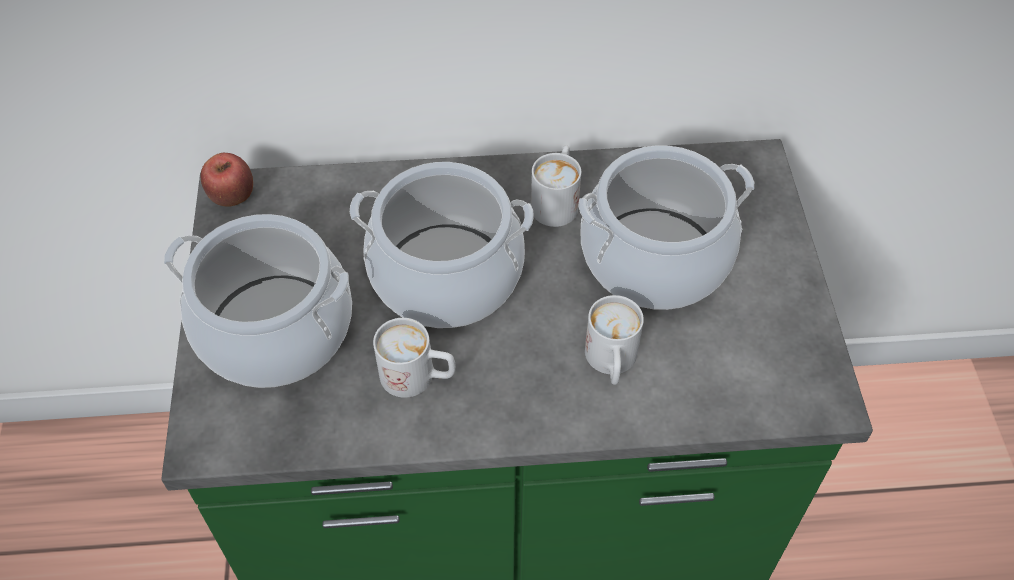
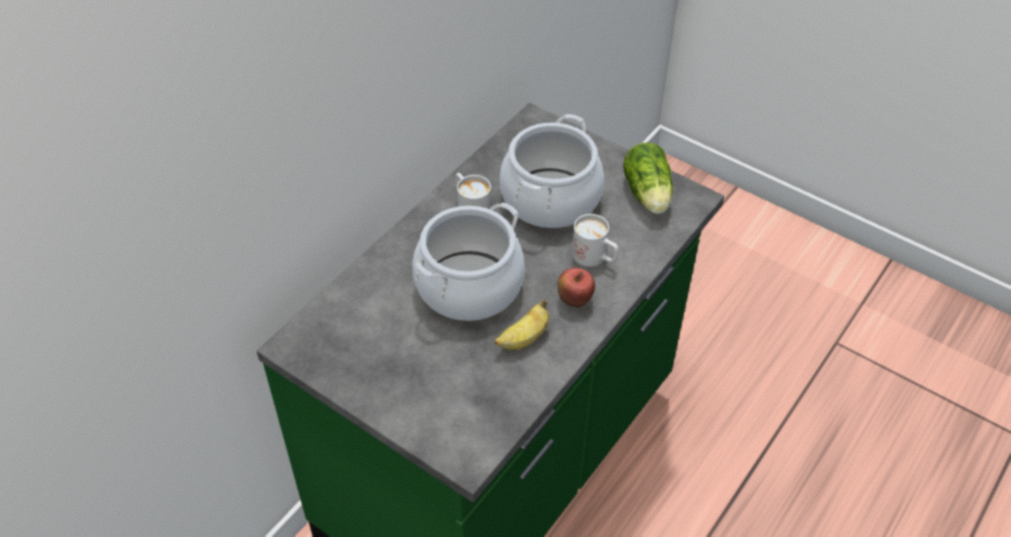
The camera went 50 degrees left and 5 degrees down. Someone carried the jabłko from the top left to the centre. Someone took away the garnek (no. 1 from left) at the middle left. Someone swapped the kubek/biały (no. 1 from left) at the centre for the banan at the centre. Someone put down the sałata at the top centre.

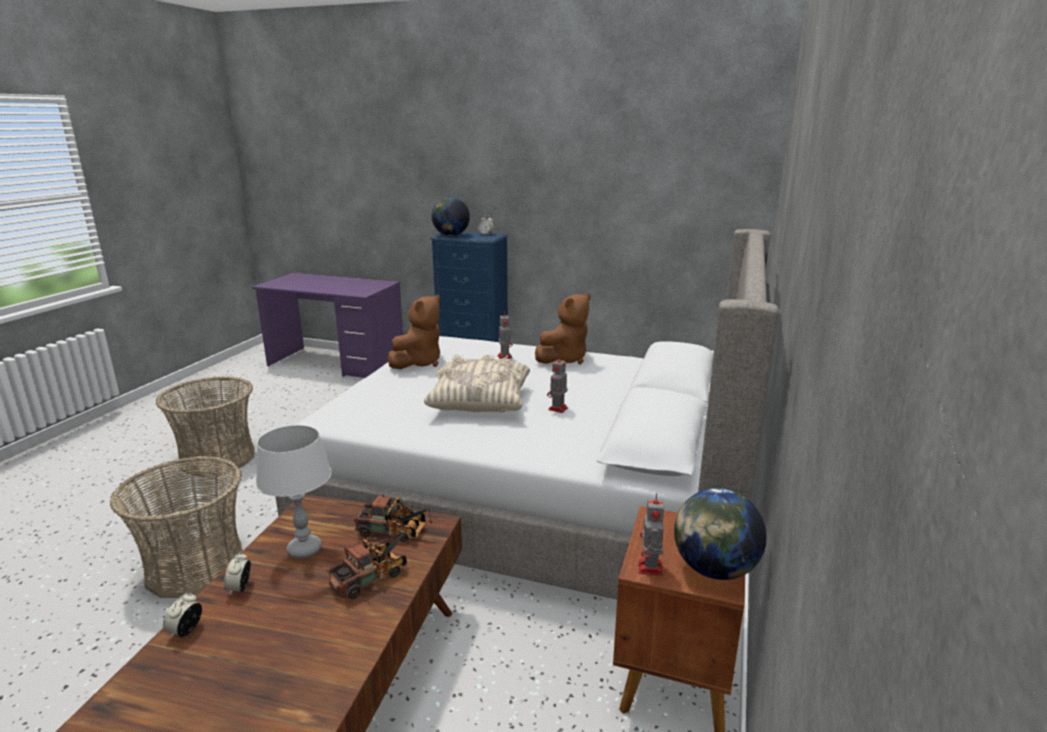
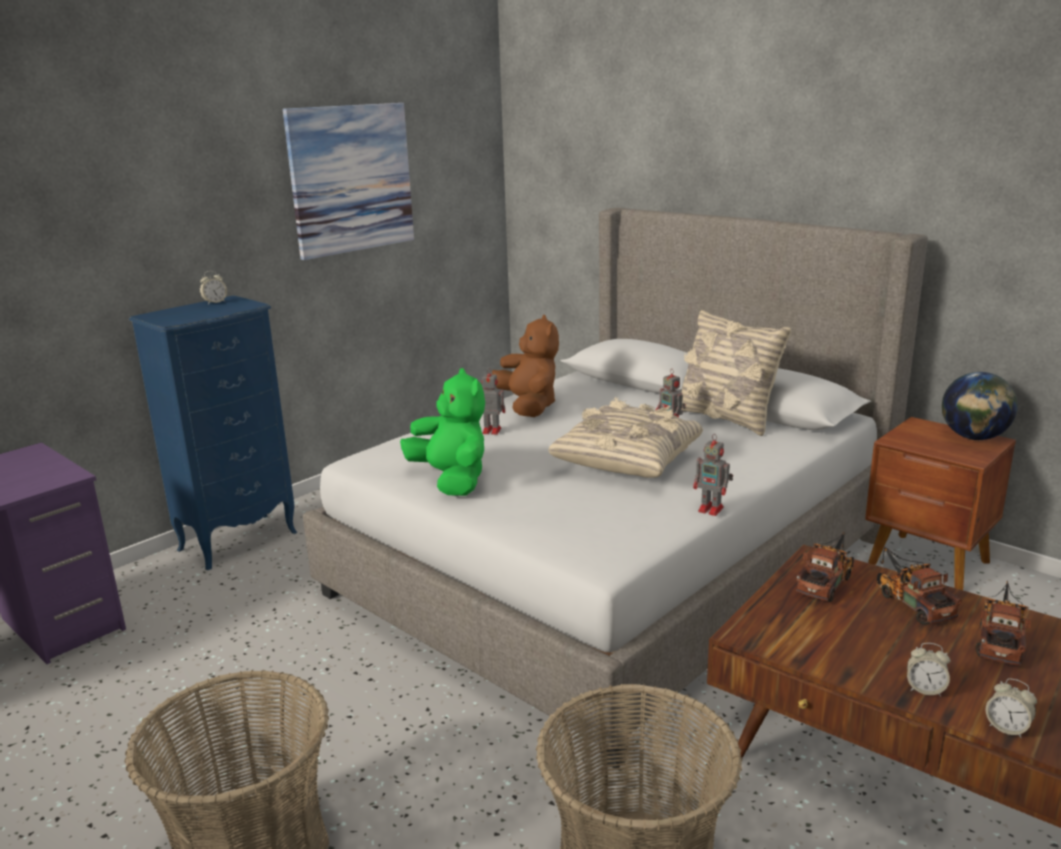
The camera went 65 degrees left and 0 degrees up. Someone took away the globus (no. 1 from left) at the top centre. Someone repainted the pluszak/brązowy (no. 1 from left) at the centre, which became the pluszak/zielony at the centre. Someone took away the lampa stołowa/szary at the bottom left. Someone carried the robot zabawkowy (no. 3 from left) from the bottom centre to the middle right. Someone put up the obraz at the top left. Someone put down the poduszka/beżowy (no. 2 from left) at the middle right. Someone put down the ciężarówka zabawkowa (no. 3 from left) at the bottom right.

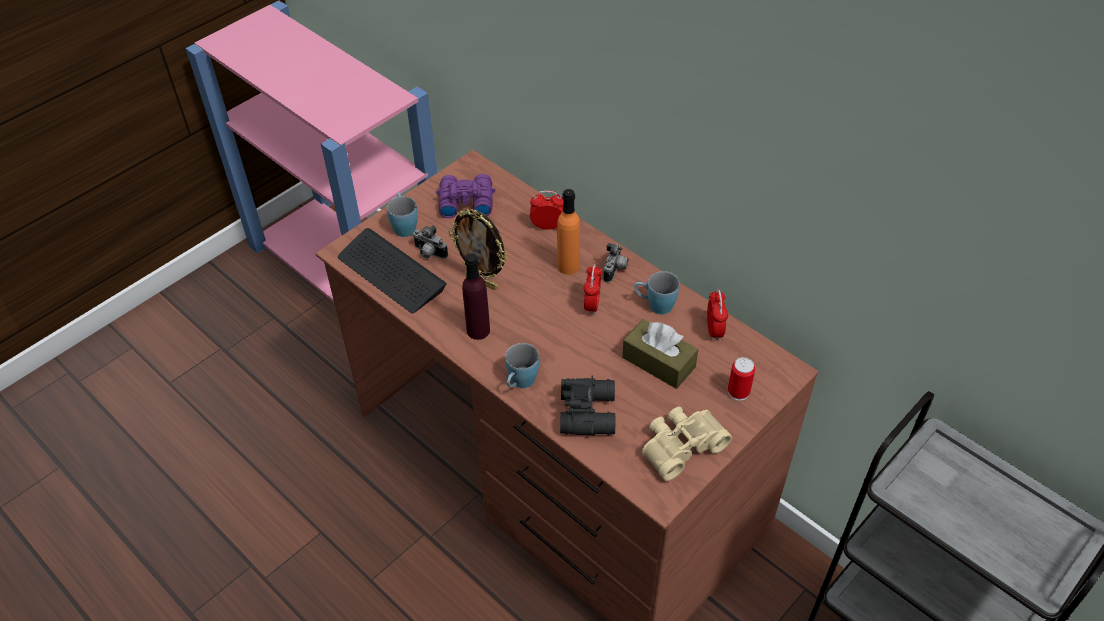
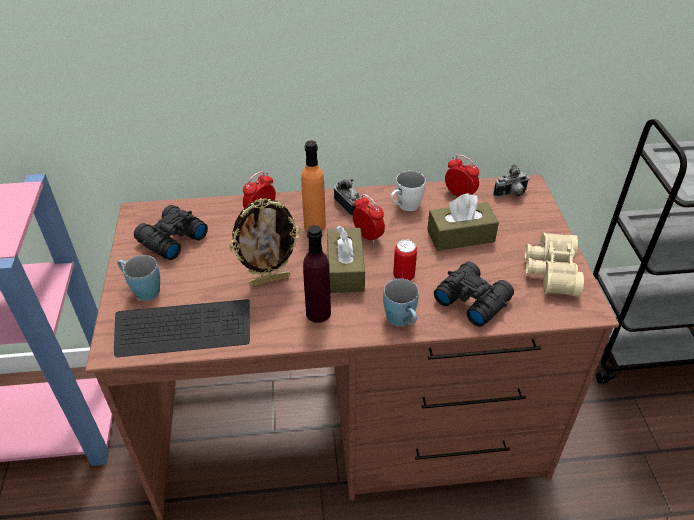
The camera went 50 degrees left and 5 degrees down. Someone repainted the lornetka/fioletowy at the top centre, which became the lornetka/czarny (no. 1 from left) at the middle left. Someone carried the aparat fotograficzny (no. 1 from left in the first image) from the centre to the middle right. Someone repainted the kubek/niebieski (no. 3 from left) at the centre, which became the kubek/biały at the centre. Someone carried the puszka from the middle right to the centre. Someone put down the pudełko chusteczek/brązowy (no. 1 from left) at the centre.

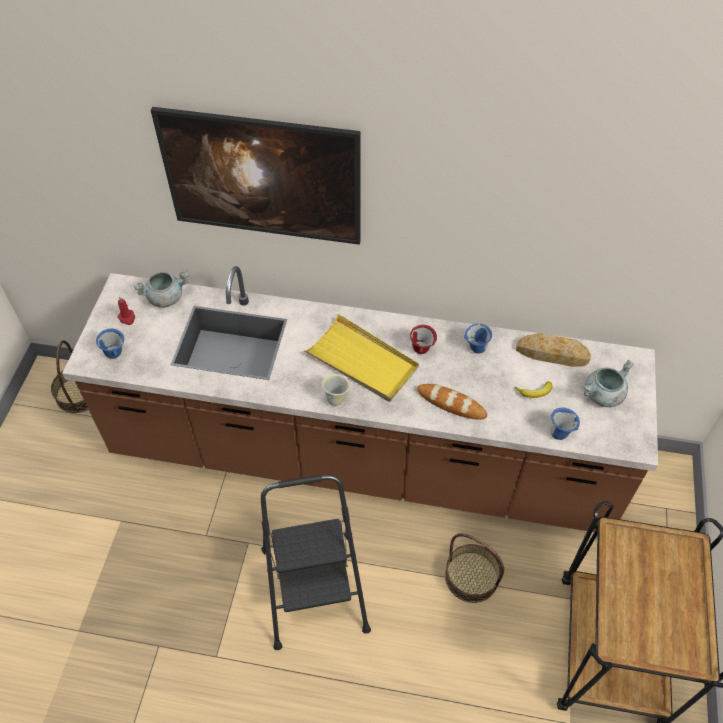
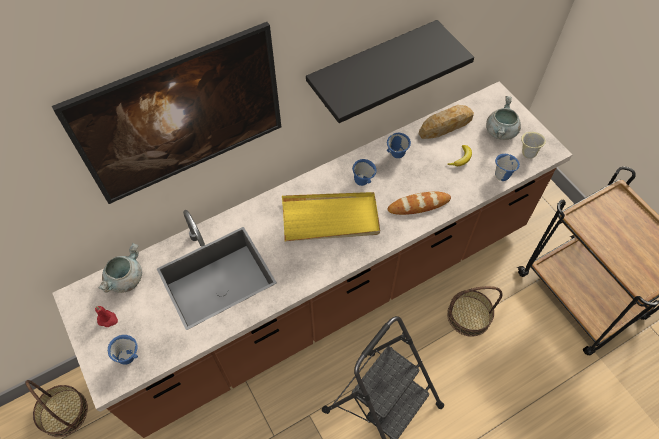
The camera went 40 degrees left and 5 degrees up. Someone repainted the kubek/czerwony at the centre, which became the kubek/niebieski (no. 2 from left) at the centre. Someone carried the kubek/beżowy from the centre to the top right. Someone put up the półka/czarny at the top centre.

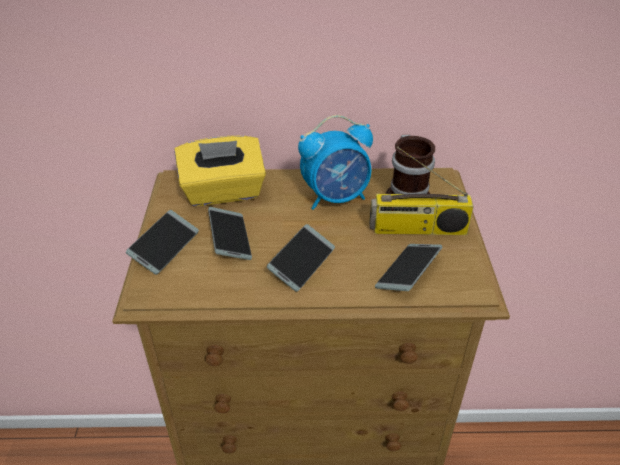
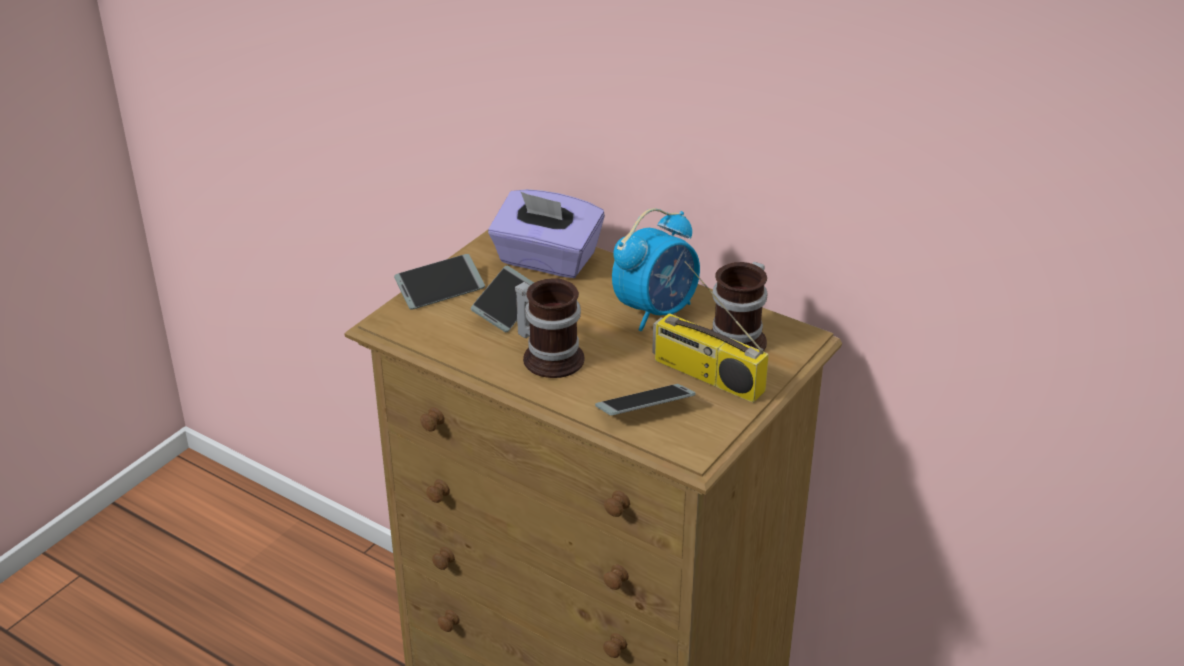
The camera went 35 degrees right and 5 degrees down. Someone rotated the budzik at the centre by 60 degrees counterclockwise. Someone repainted the pudełko chusteczek/żółty at the centre, which became the pudełko chusteczek/fioletowy at the centre. Someone swapped the telefon (no. 3 from left) at the centre for the kubek (no. 1 from left) at the centre.

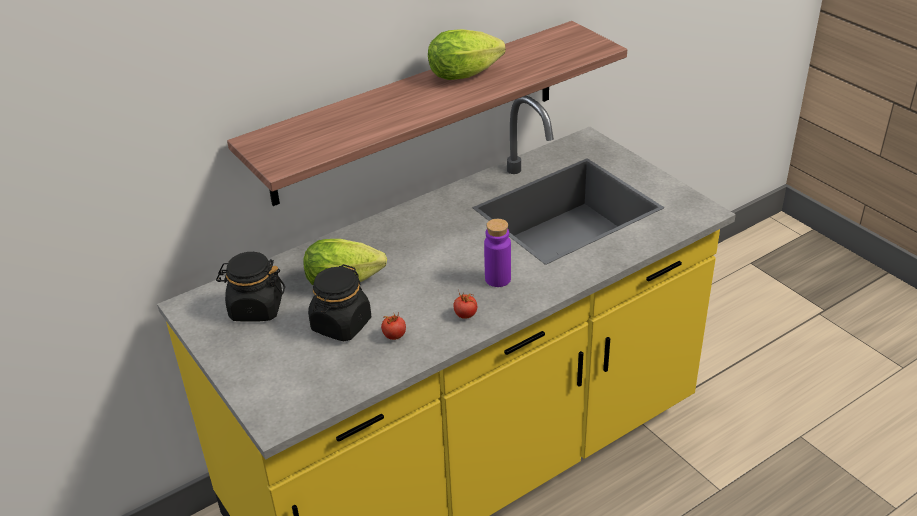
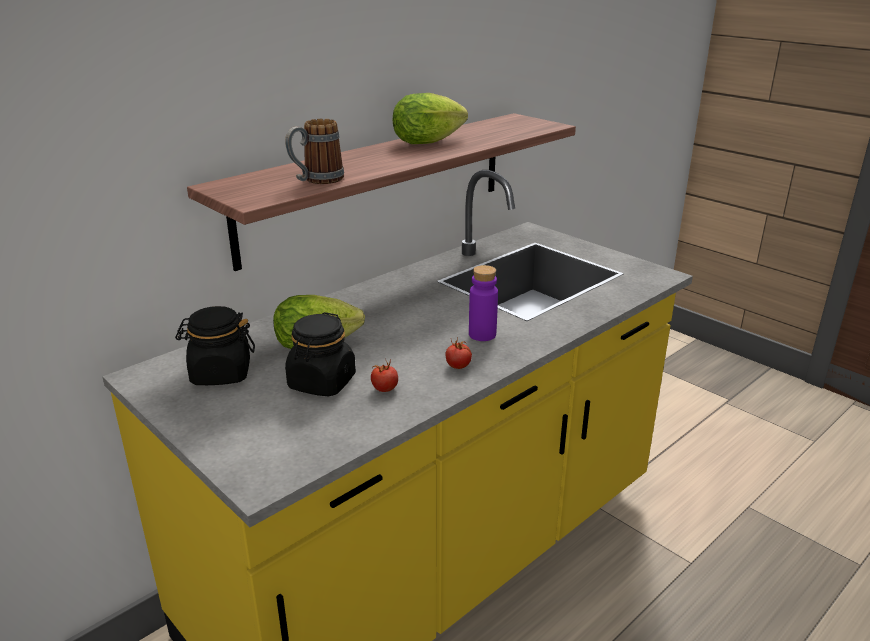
The camera went 10 degrees left and 10 degrees down. Someone put down the kubek at the top centre.

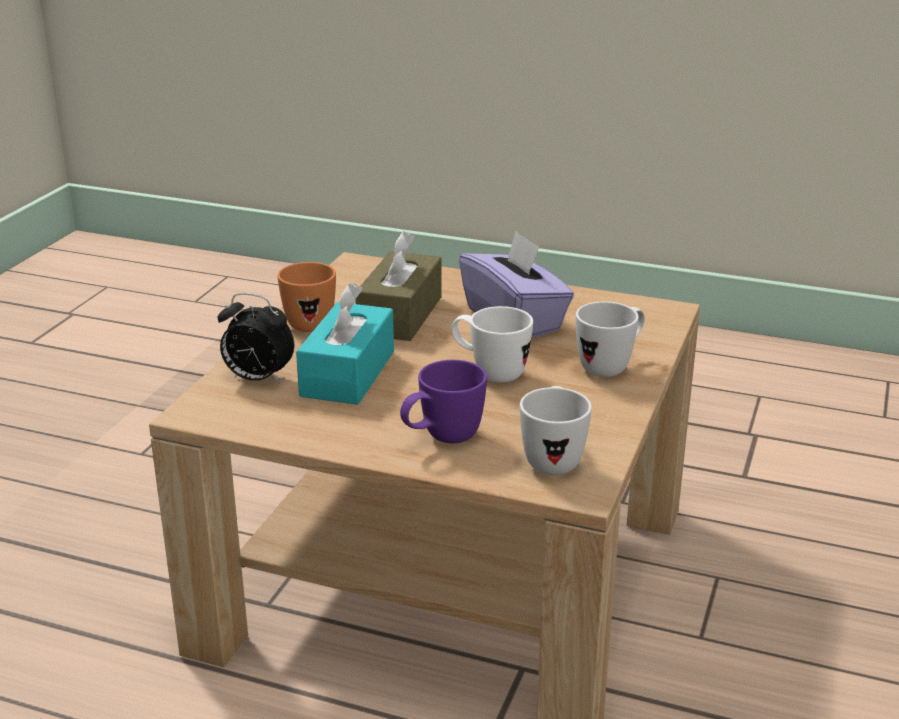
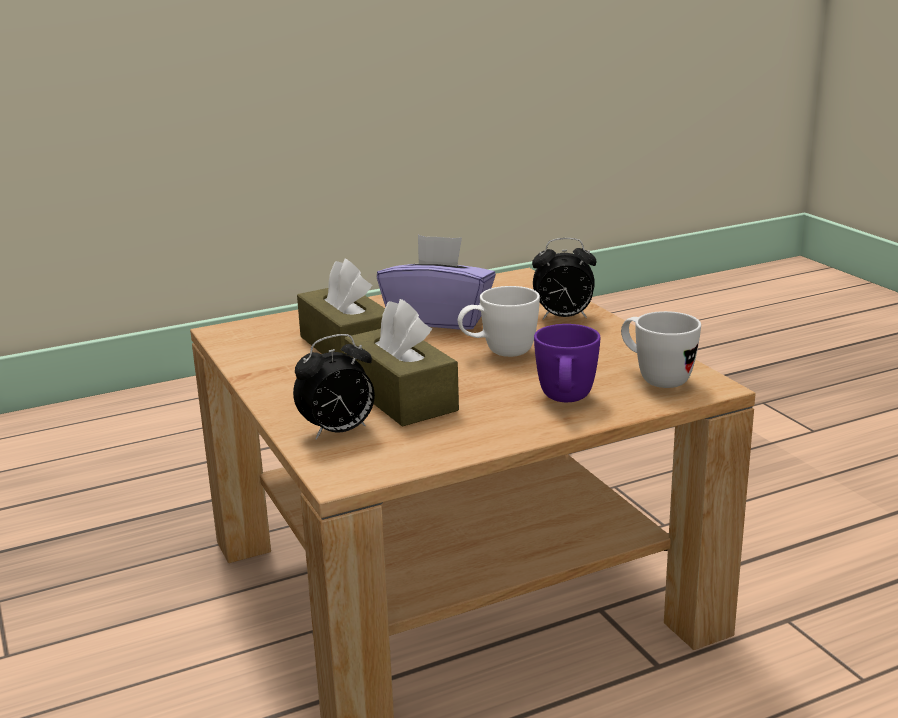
The camera went 45 degrees left and 5 degrees down. Someone took away the kubek/pomarańczowy at the centre. Someone repainted the pudełko chusteczek/turkusowy at the centre, which became the pudełko chusteczek/brązowy (no. 2 from left) at the centre. Someone swapped the kubek/biały (no. 3 from left) at the middle right for the budzik (no. 2 from left) at the centre.

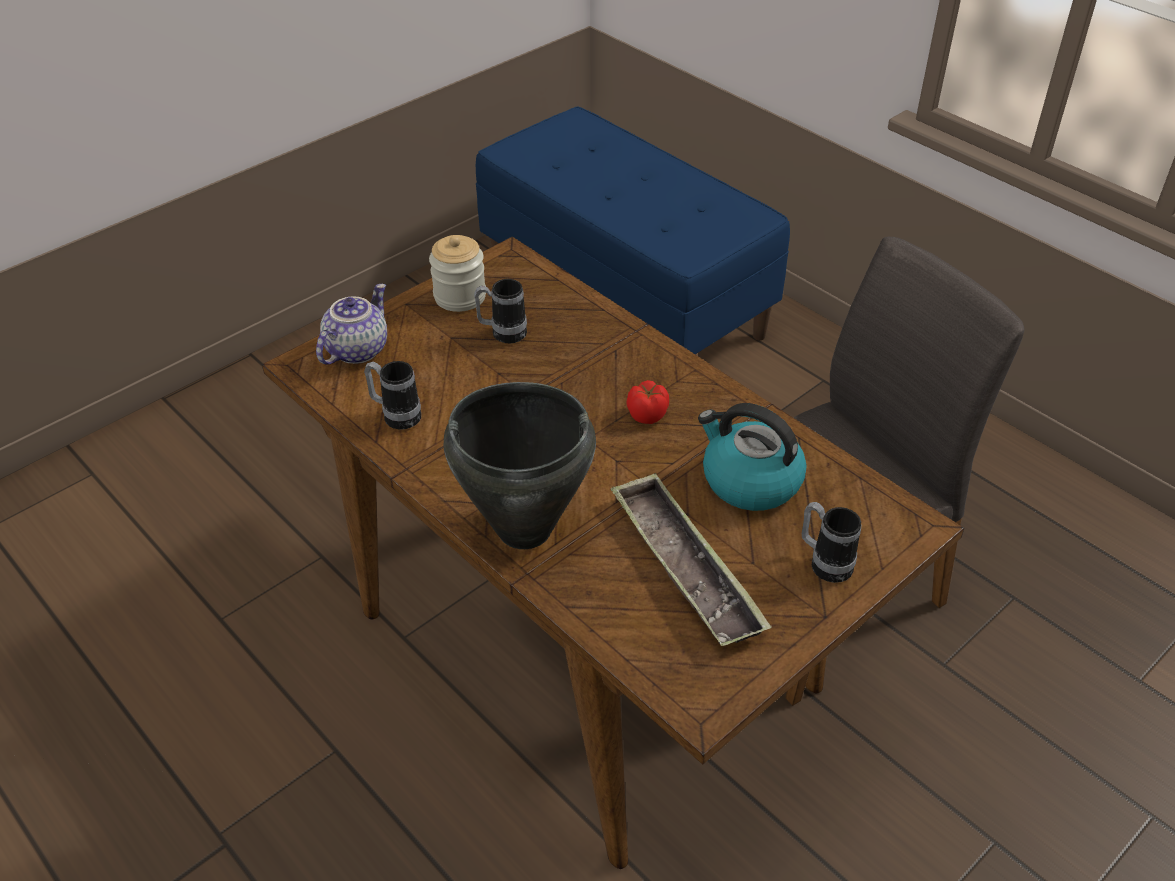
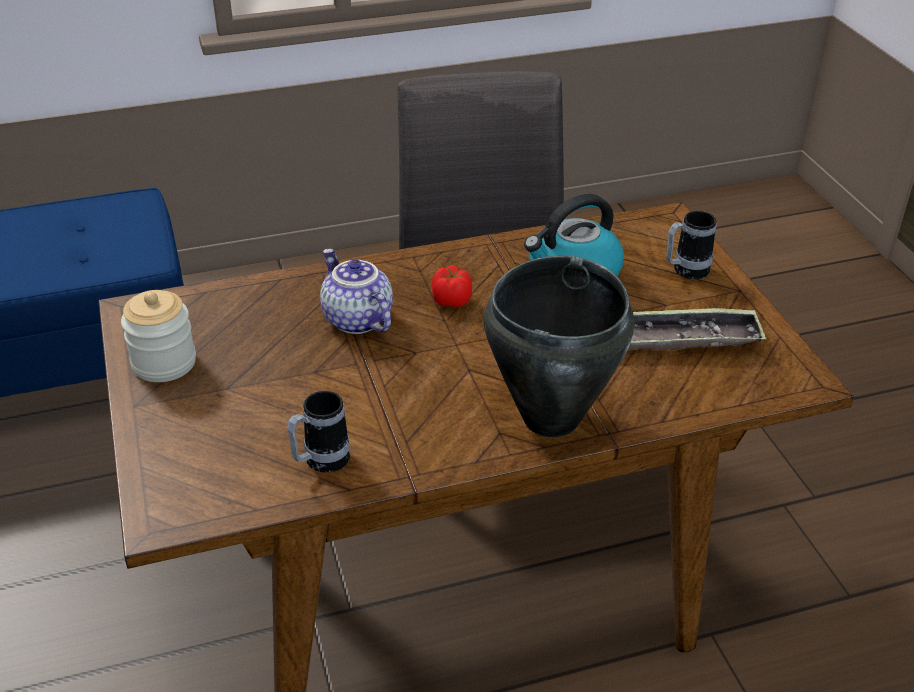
The camera went 65 degrees left and 5 degrees down. Someone took away the kubek (no. 2 from left) at the centre. Someone carried the imbryk from the middle left to the centre.

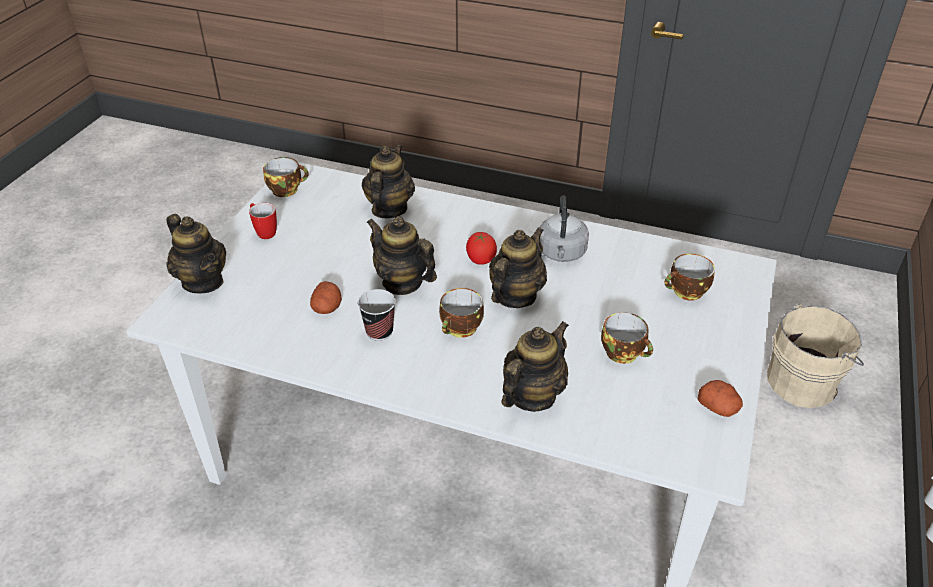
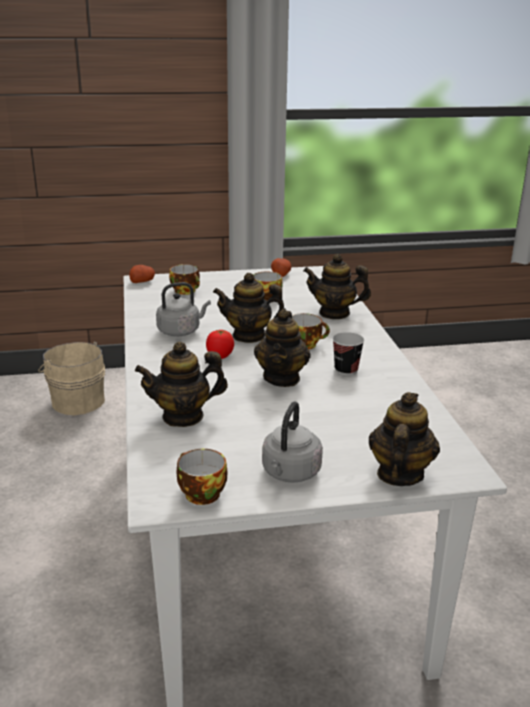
The camera went 120 degrees left and 15 degrees down. Someone swapped the kubek at the middle left for the czajnik/szary (no. 2 from left) at the centre. Someone carried the ziemniak (no. 1 from left) from the centre to the middle left.

